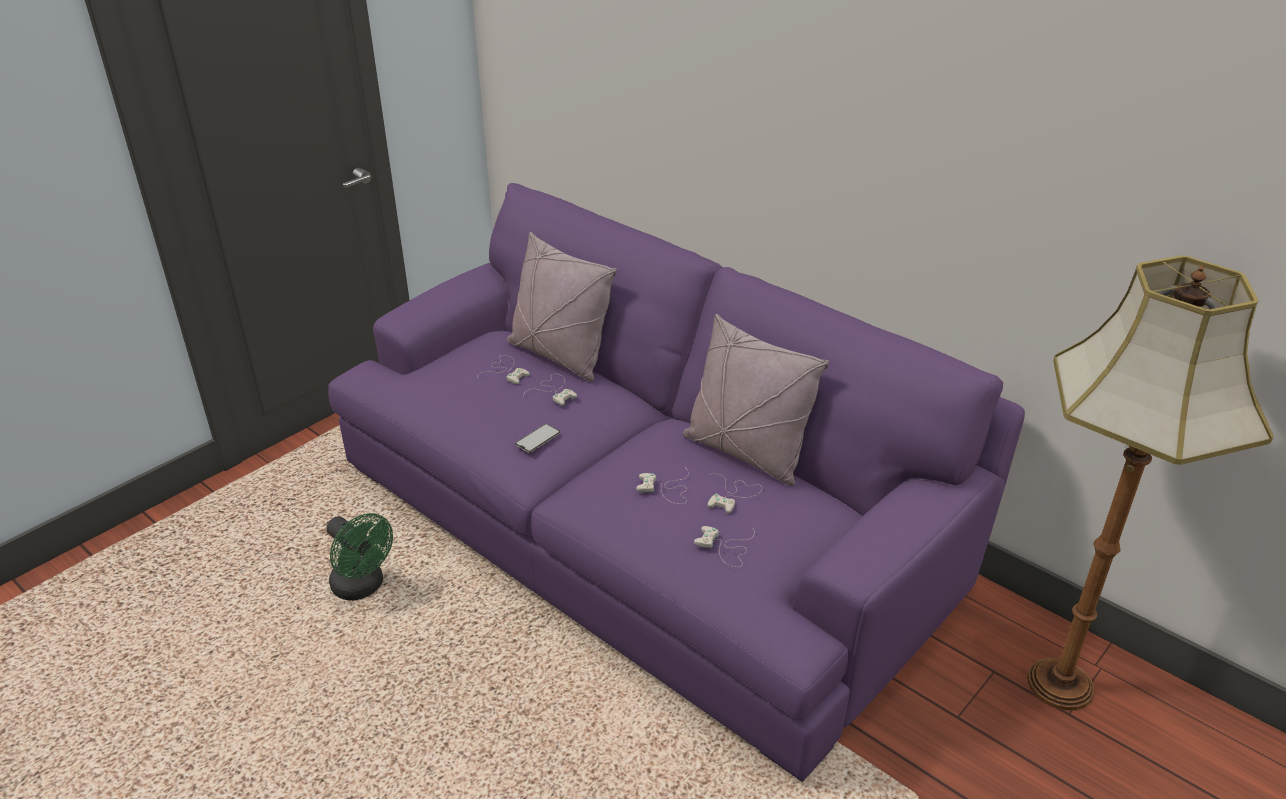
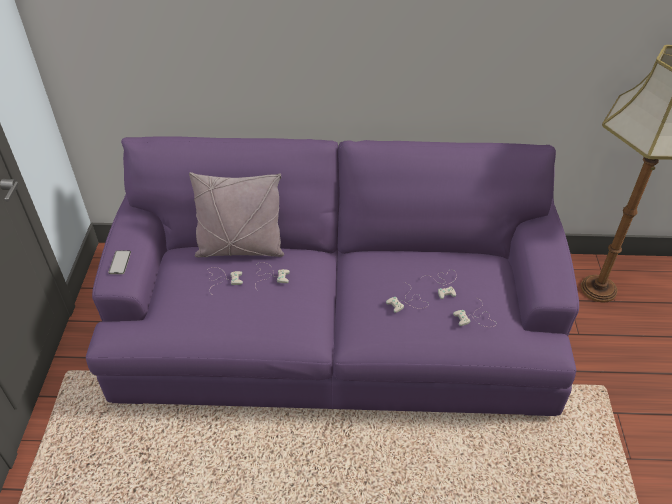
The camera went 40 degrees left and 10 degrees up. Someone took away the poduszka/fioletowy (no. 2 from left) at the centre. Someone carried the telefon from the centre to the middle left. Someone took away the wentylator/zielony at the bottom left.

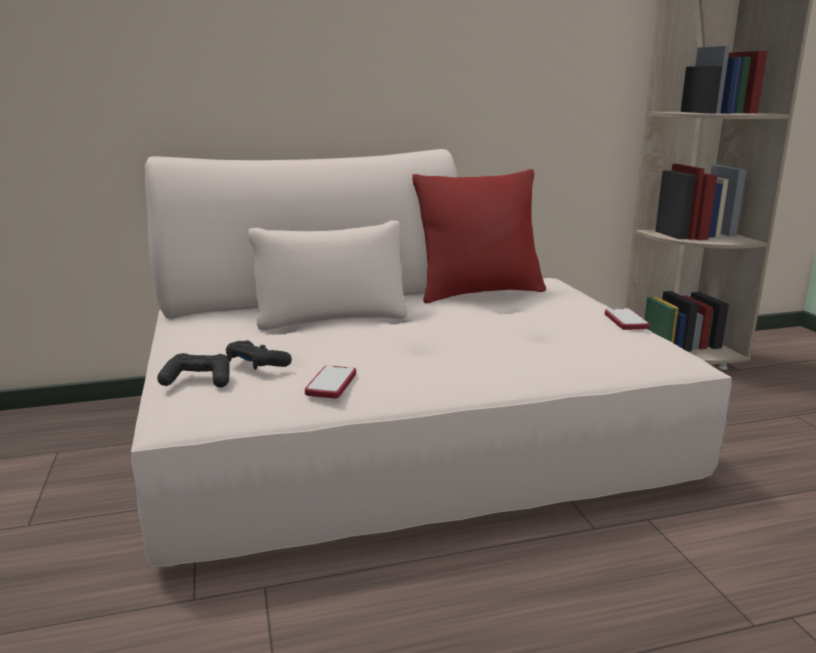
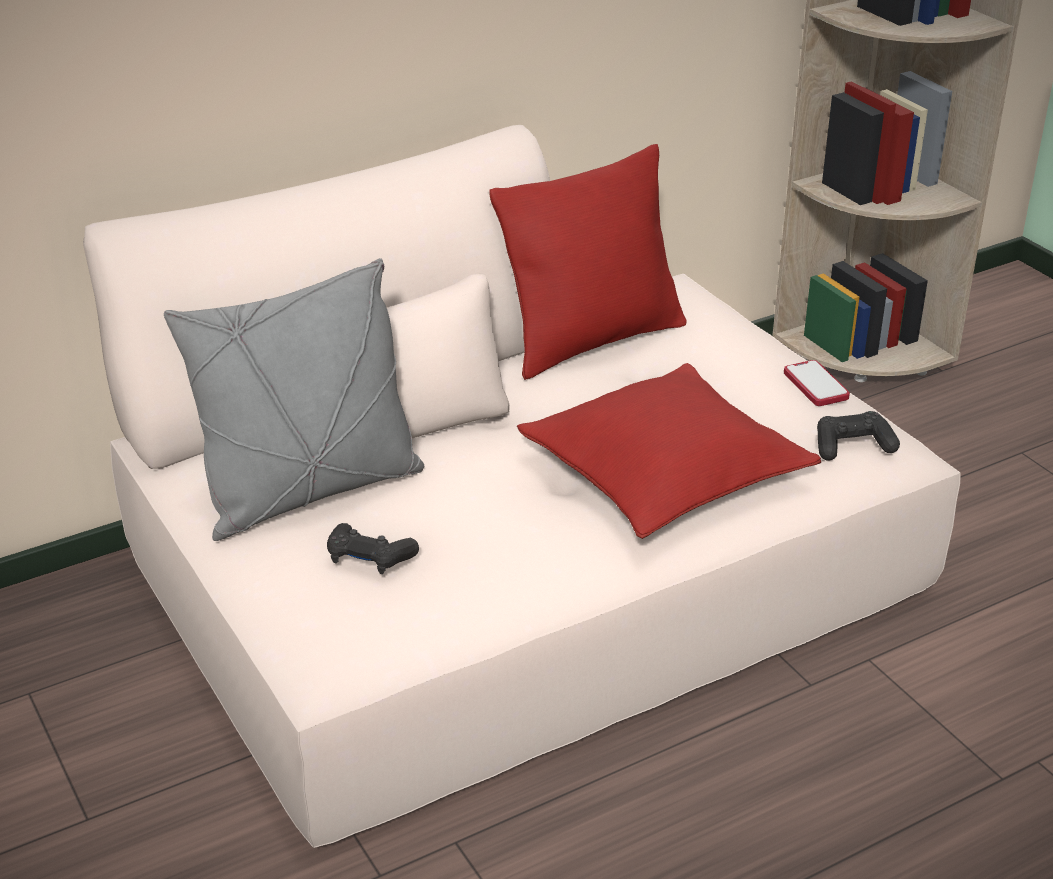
The camera went 15 degrees left and 15 degrees up. Someone carried the pad do gier/czarny (no. 1 from left in the first image) from the middle left to the middle right. Someone took away the telefon (no. 1 from left) at the centre. Someone put down the poduszka/szary at the middle left. Someone put down the poduszka/czerwony (no. 2 from left) at the centre.

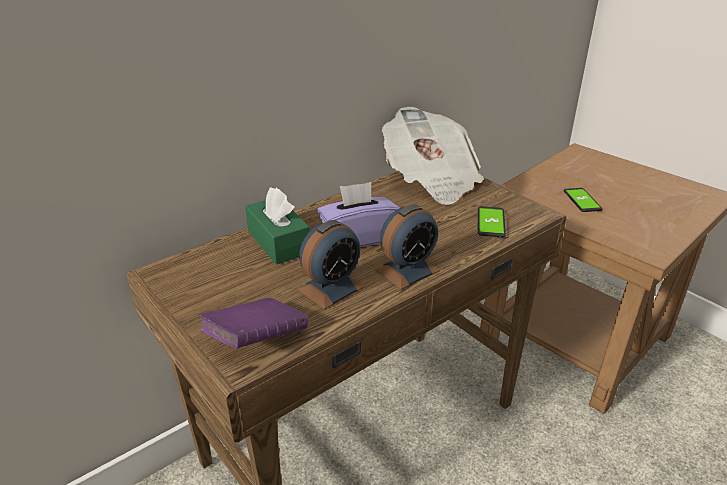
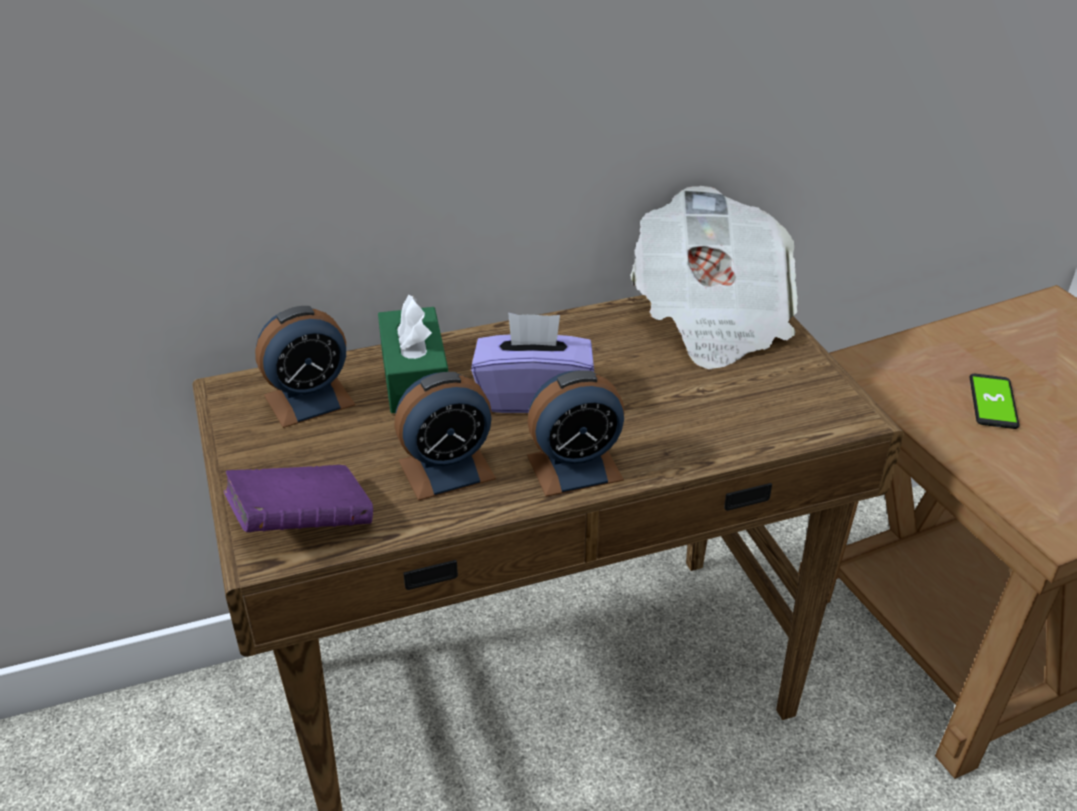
The camera went 20 degrees right and 5 degrees up. Someone took away the telefon (no. 1 from left) at the middle right. Someone put down the budzik (no. 1 from left) at the middle left.

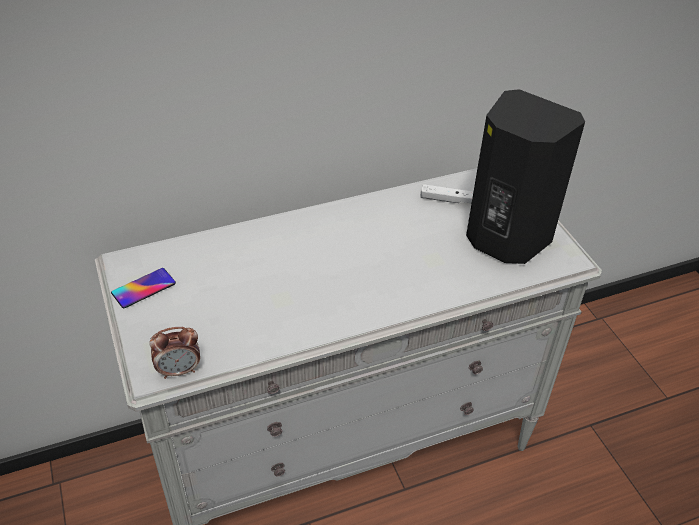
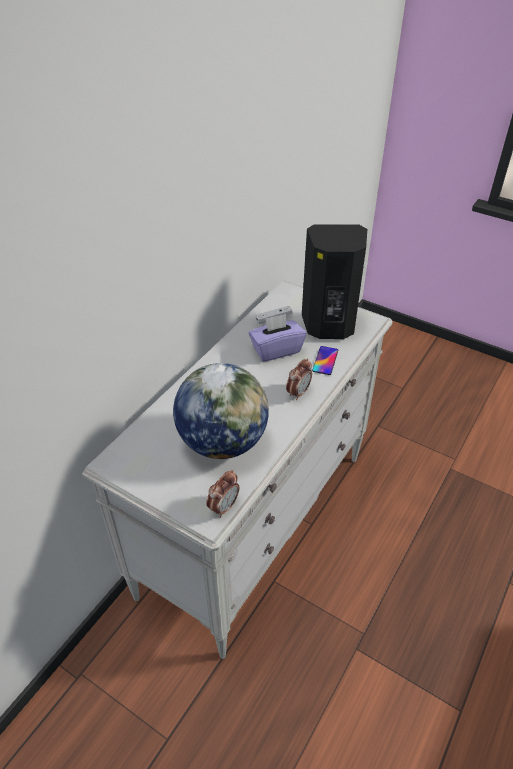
The camera went 35 degrees left and 0 degrees up. Someone carried the telefon from the middle left to the centre. Someone put down the pudełko chusteczek/fioletowy at the centre. Someone put down the budzik (no. 2 from left) at the centre. Someone put down the globus at the centre.

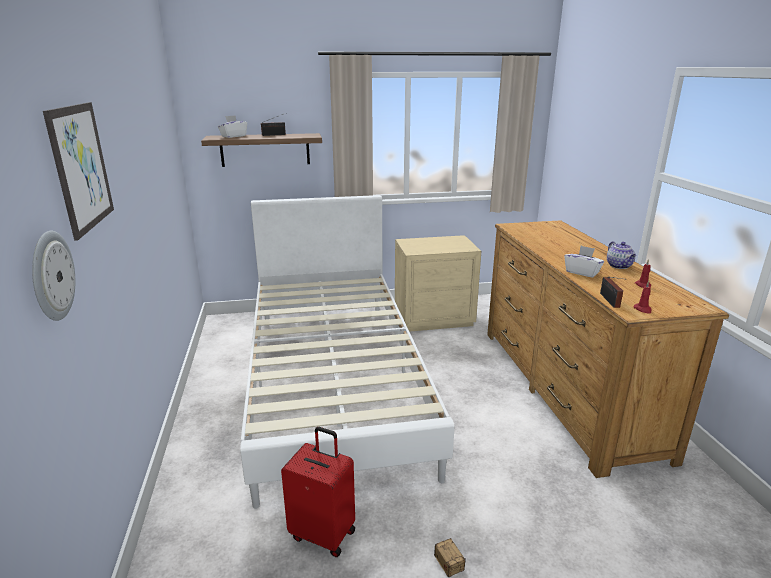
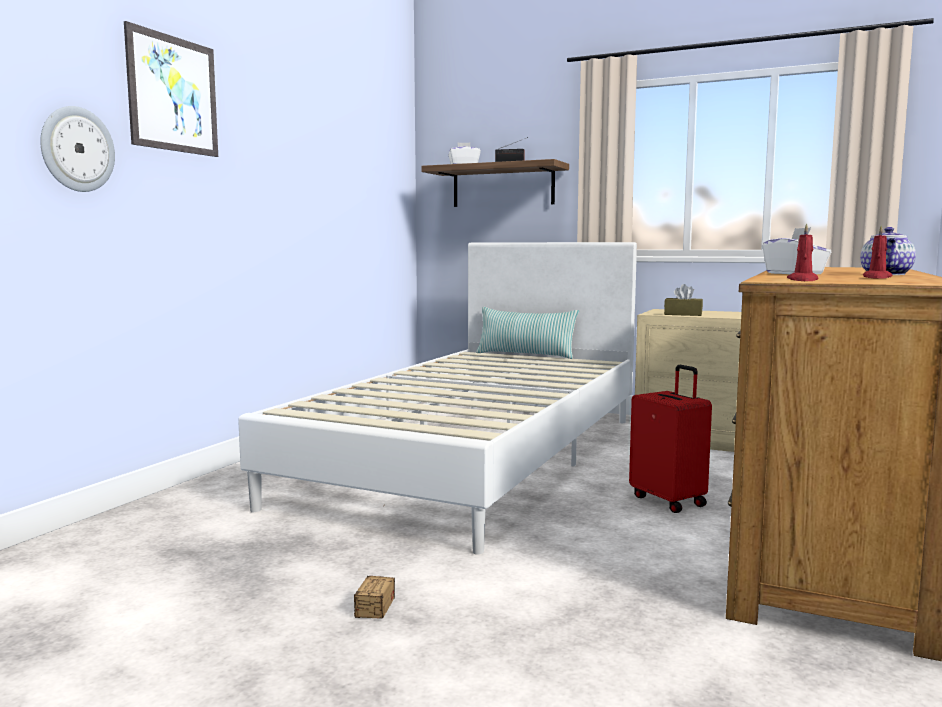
The camera went 35 degrees right and 15 degrees down. Someone took away the radio (no. 2 from left) at the middle right. Someone carried the walizka/czerwony from the bottom centre to the middle right. Someone put down the pudełko chusteczek/brązowy at the middle right. Someone put down the poduszka at the centre.

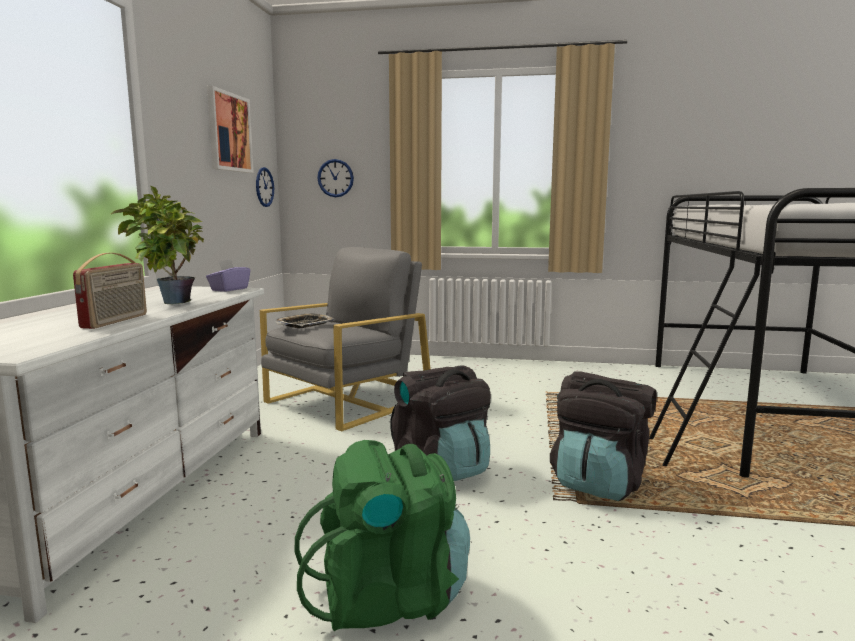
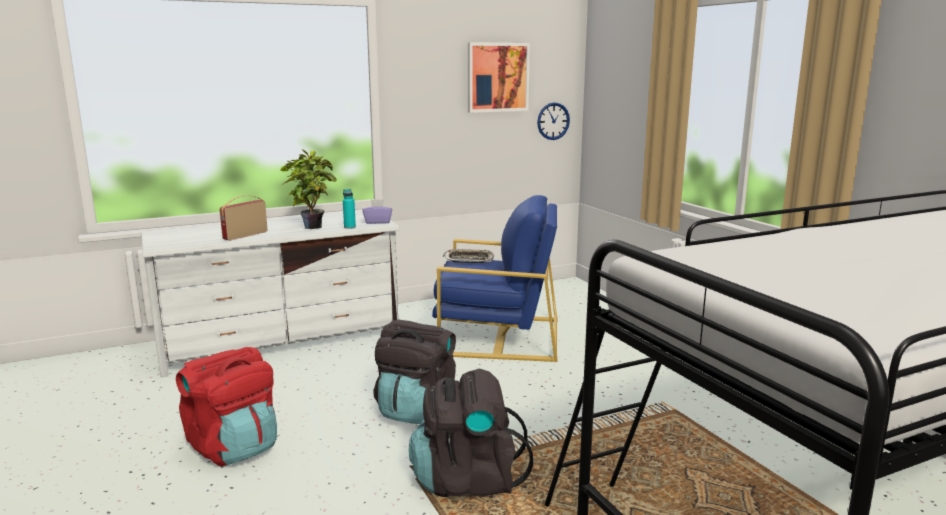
The camera went 55 degrees right and 5 degrees up. Someone took away the zegar ścienny (no. 2 from left) at the top centre. Someone repainted the fotel/szary at the centre, which became the fotel/niebieski at the centre. Someone rotated the radio at the middle left by 150 degrees clockwise. Someone repainted the plecak/zielony at the bottom centre, which became the plecak/czerwony at the bottom left. Someone put down the butelka/turkusowy at the centre.

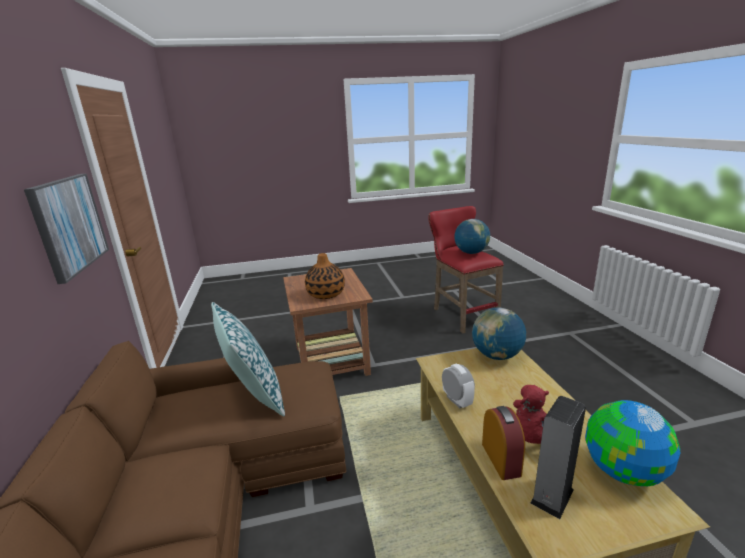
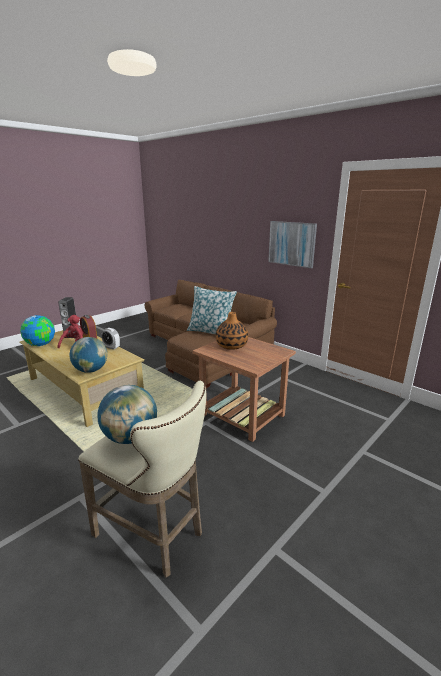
The camera went 145 degrees right and 0 degrees up. Someone repainted the stołek/czerwony at the centre, which became the stołek/beżowy at the bottom left.

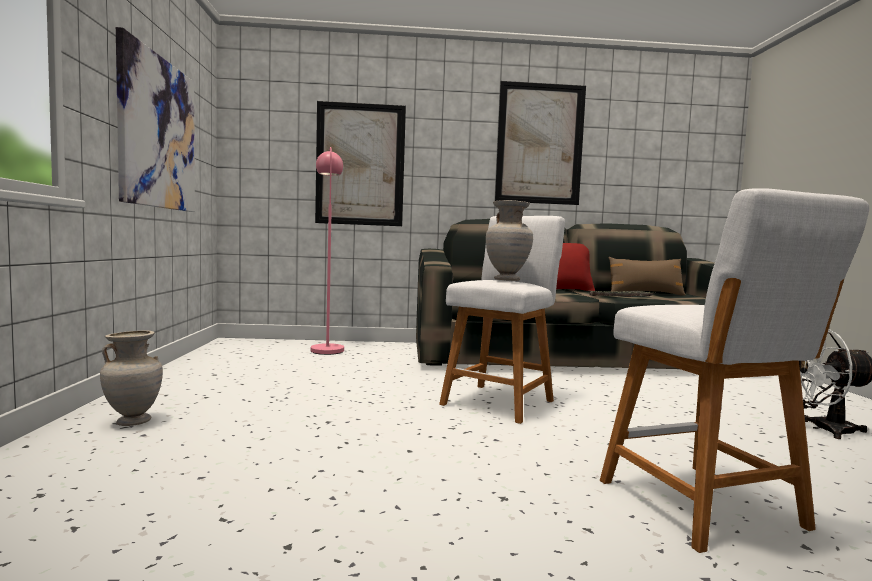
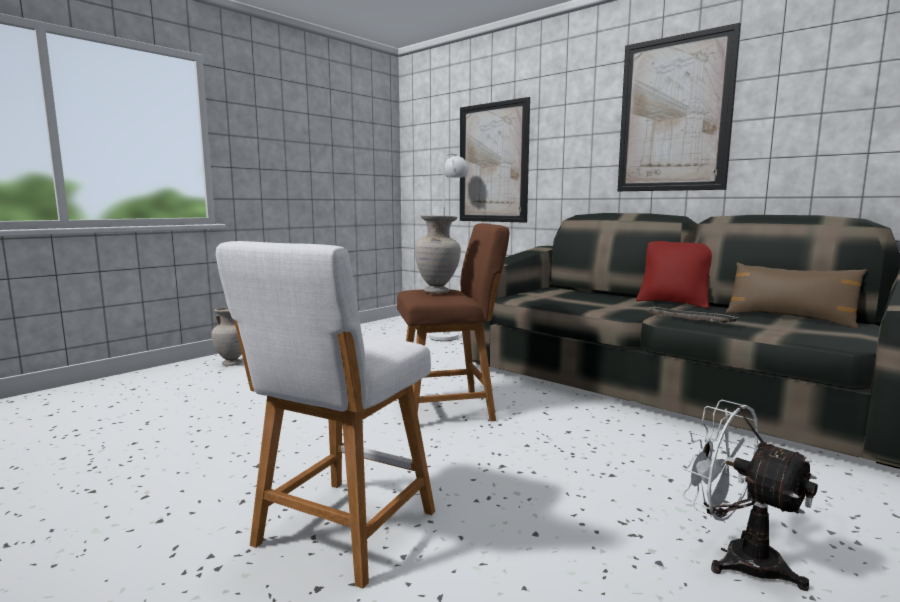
The camera went 45 degrees right and 5 degrees up. Someone took away the obraz (no. 1 from left) at the top left. Someone repainted the lampa stojąca/różowy at the centre, which became the lampa stojąca/biały at the centre. Someone repainted the stołek/biały (no. 1 from left) at the centre, which became the stołek/brązowy at the centre.

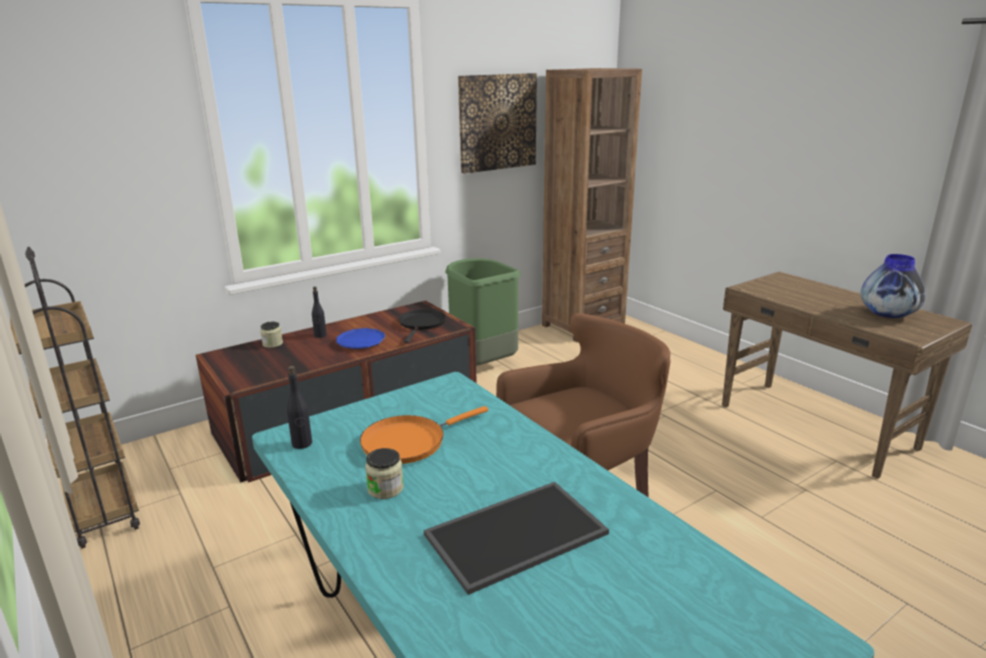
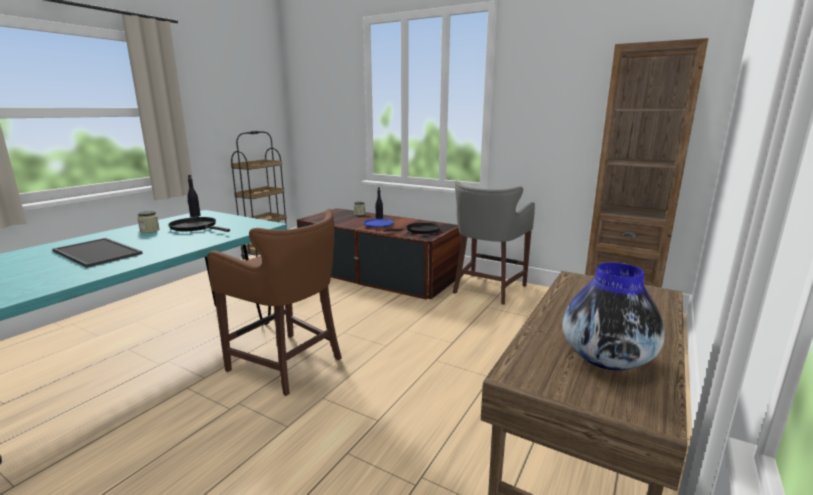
The camera went 65 degrees right and 5 degrees down. Someone took away the obraz at the top centre. Someone swapped the kosz na śmieci/zielony at the centre for the stołek/szary at the centre. Someone repainted the patelnia/pomarańczowy at the centre, which became the patelnia/czarny (no. 1 from left) at the middle left.

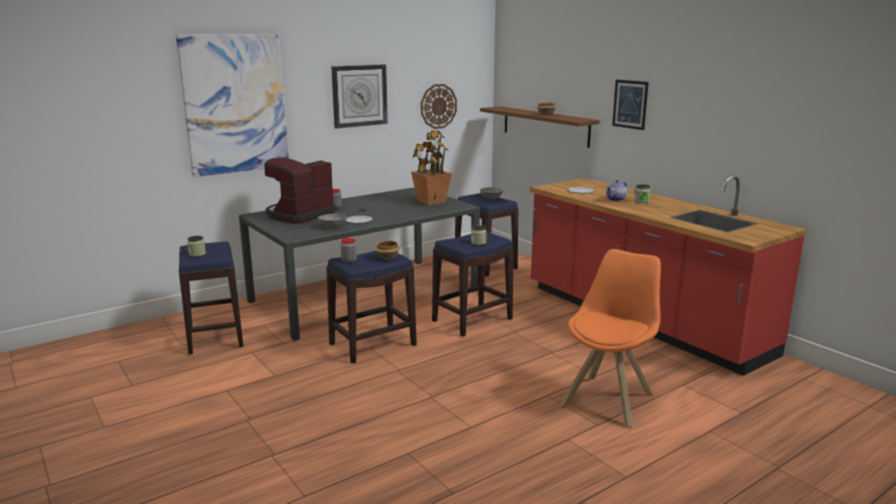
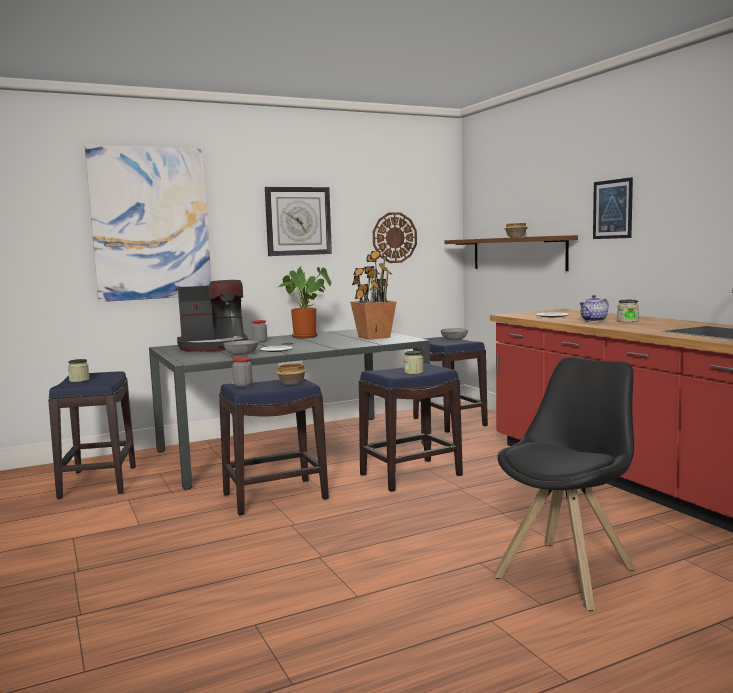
The camera went 10 degrees right and 10 degrees down. Someone rotated the ekspres do kawy at the centre by 150 degrees counterclockwise. Someone repainted the krzesło/pomarańczowy at the bottom right, which became the krzesło/czarny at the bottom right. Someone put down the roślina doniczkowa (no. 1 from left) at the centre.

